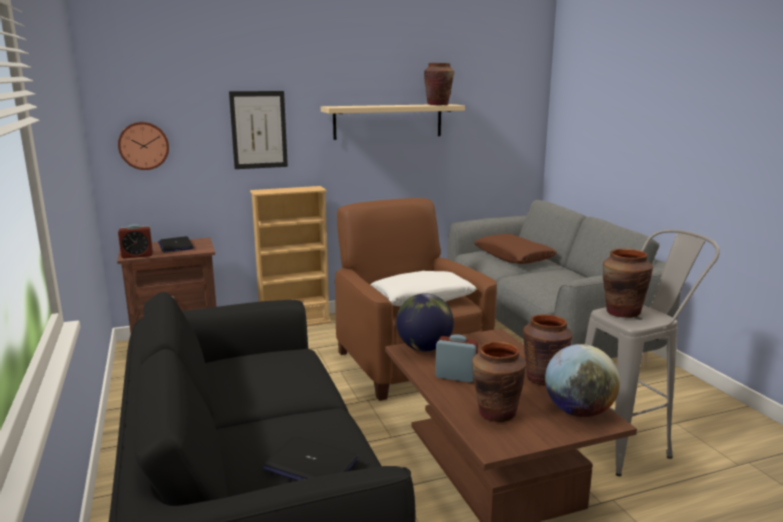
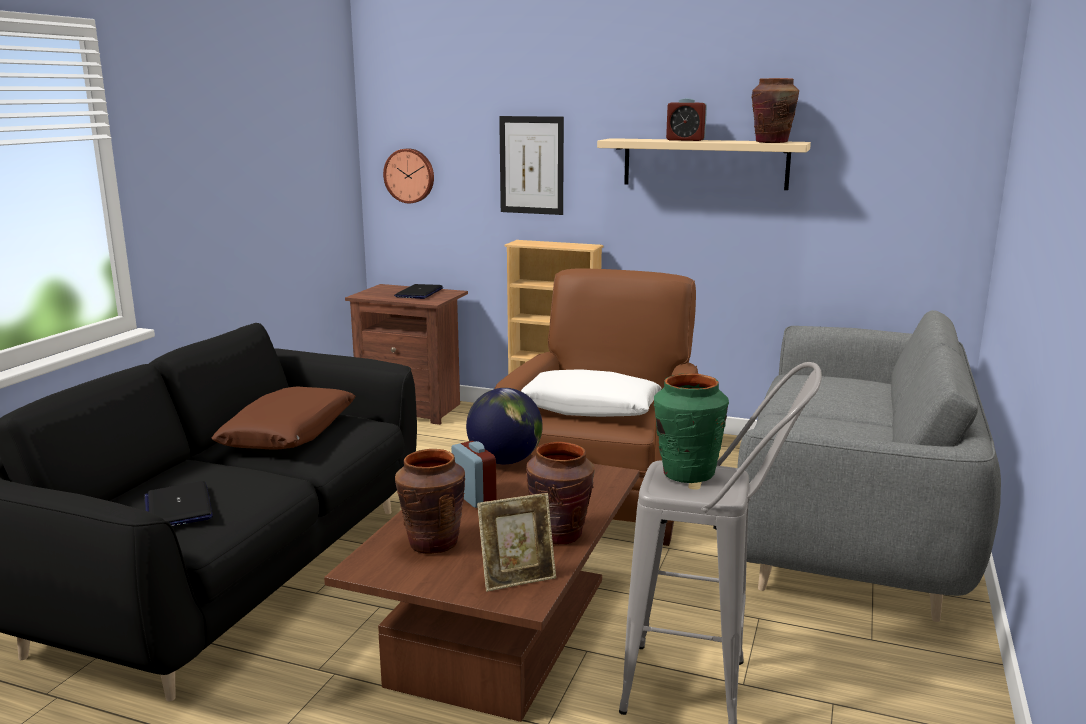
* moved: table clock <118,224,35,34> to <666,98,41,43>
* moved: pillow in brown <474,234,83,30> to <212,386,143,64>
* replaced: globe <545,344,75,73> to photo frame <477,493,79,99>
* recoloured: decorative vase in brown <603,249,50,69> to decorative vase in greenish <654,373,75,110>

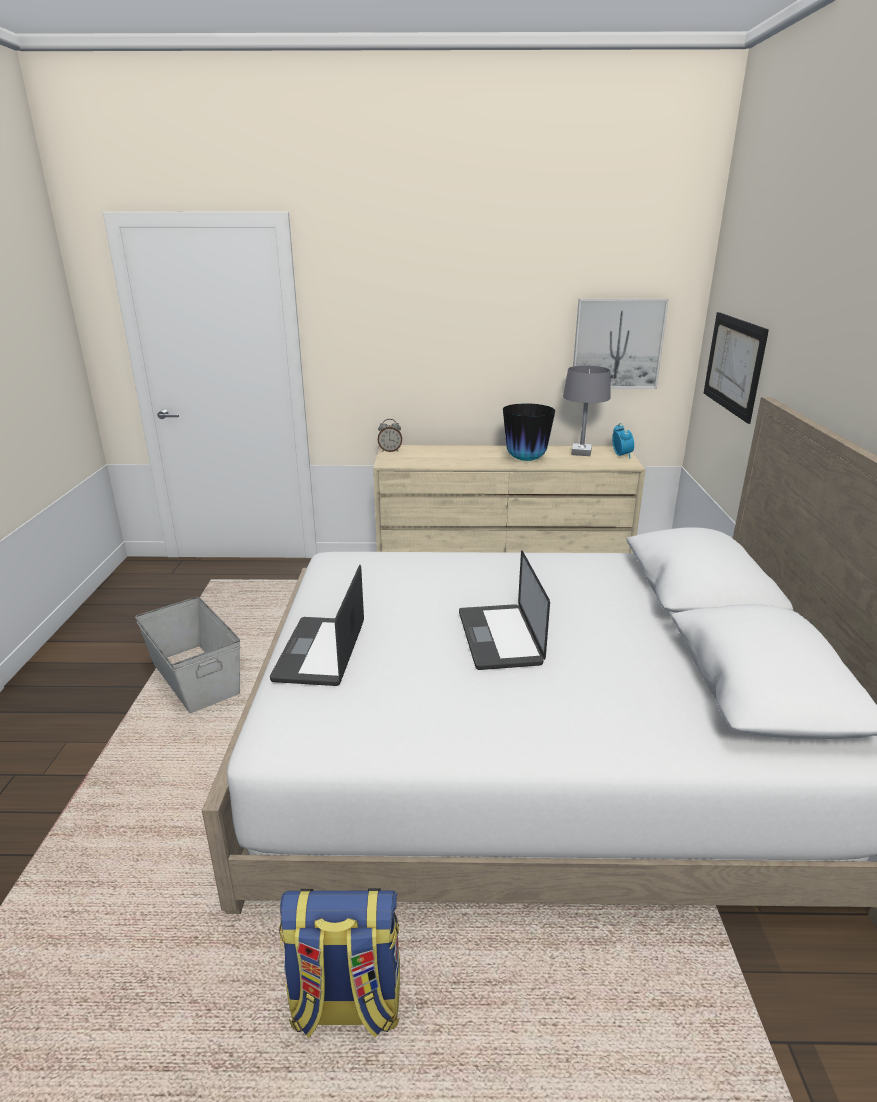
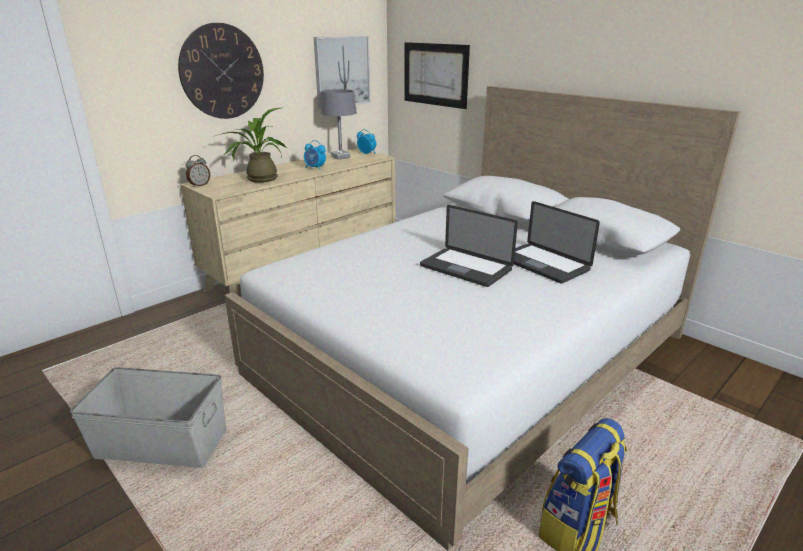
* added: wall clock <178,23,86,96>
* added: potted plant <216,108,71,75>
* moved: laptop <270,564,94,122> to <514,201,86,83>
* replaced: decorative vase <503,403,52,58> to table clock <304,140,22,30>

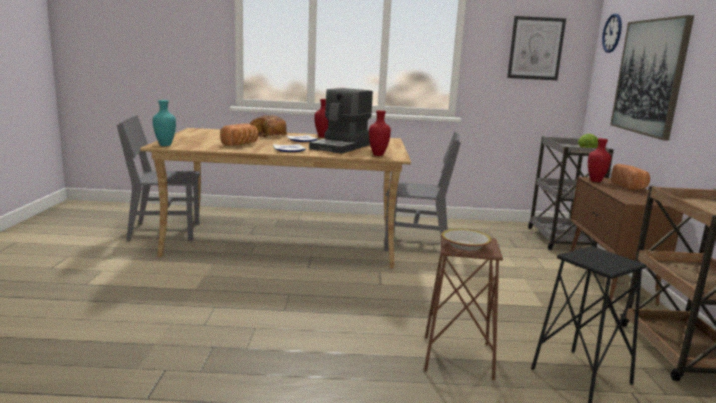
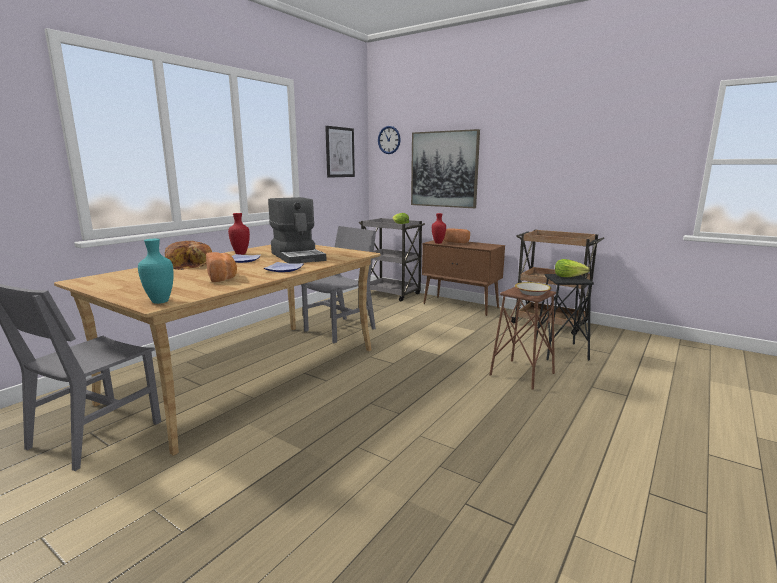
* removed: decorative vase in reddish <369,110,22,46>
* added: head of lettuce <555,259,35,18>

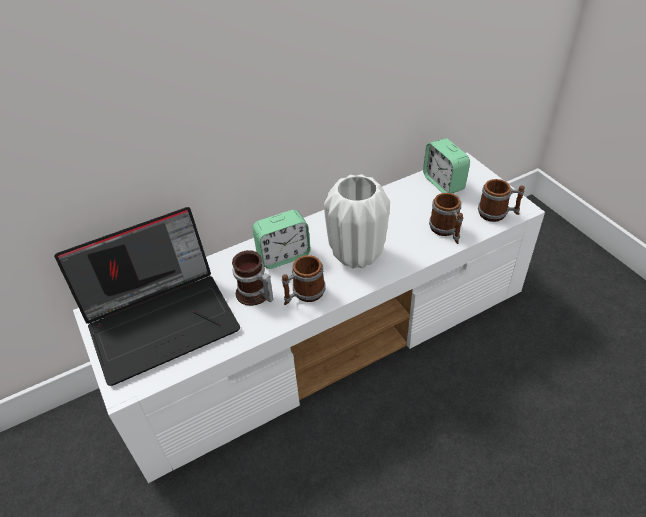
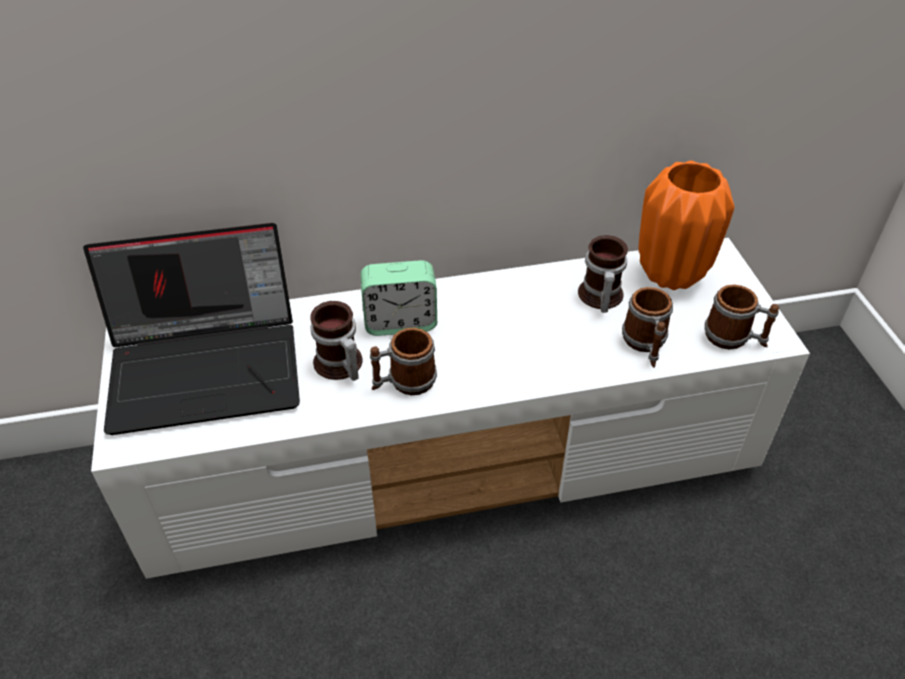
* removed: decorative vase in white-coloured <324,174,66,94>
* added: mug <578,235,50,78>
* replaced: table clock <423,138,47,55> to decorative vase in orange-coloured <638,161,97,129>

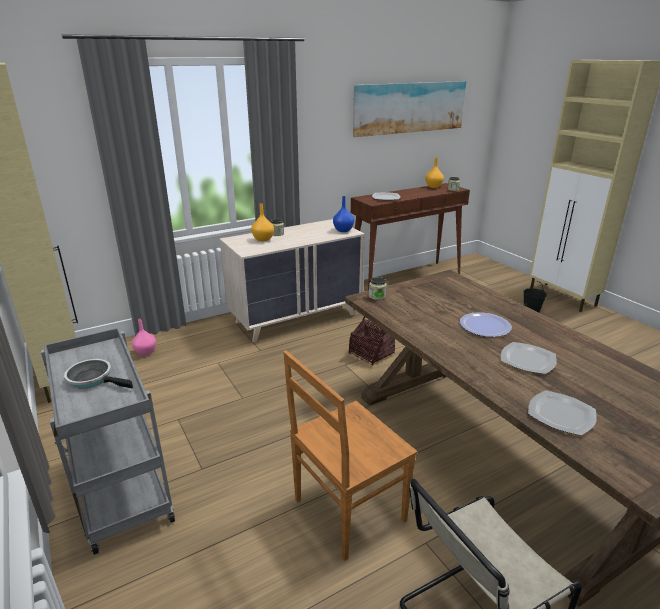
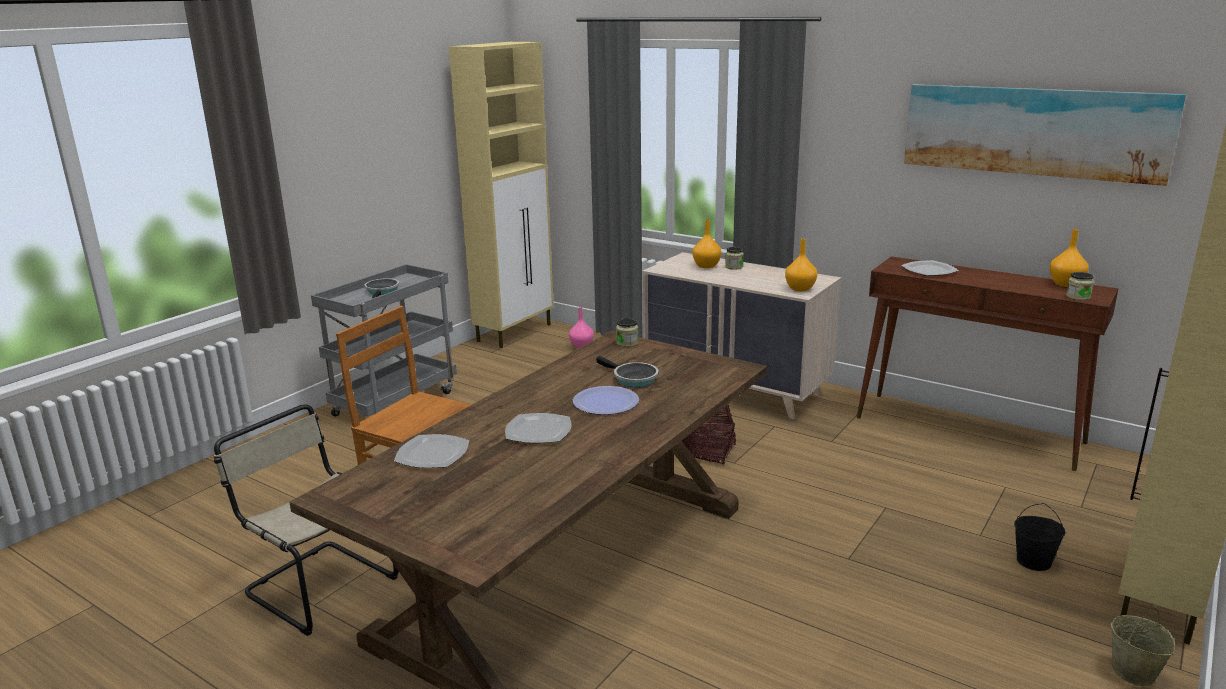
* added: frying pan <596,356,62,32>
* added: bucket in sand-coloured <1111,606,64,80>
* recoloured: decorative vase in bluish <333,196,21,36> to decorative vase in orange-coloured <785,239,32,52>

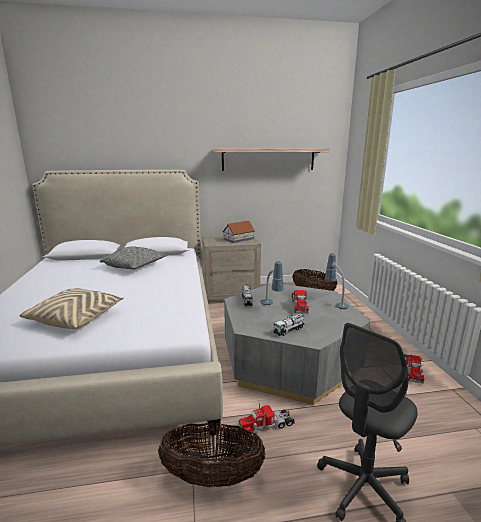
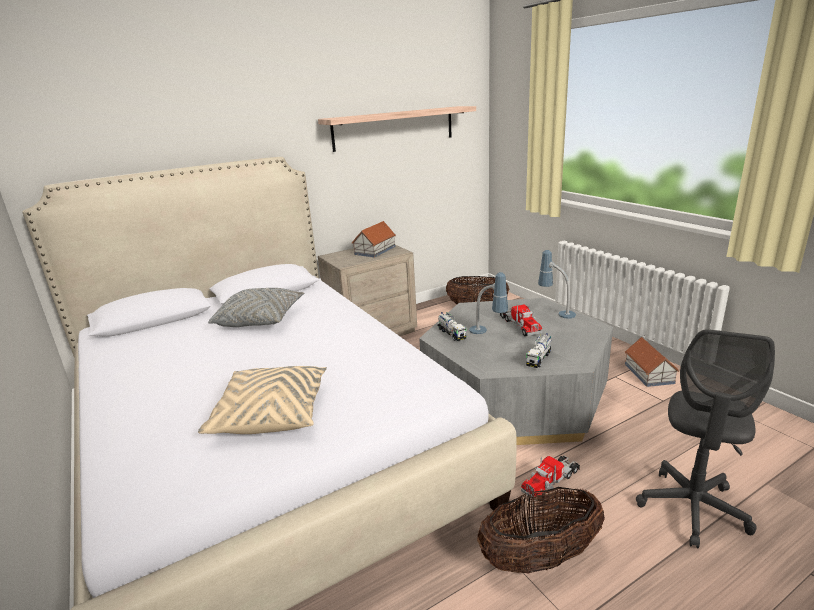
* replaced: model truck <404,354,20,30> to model house <625,337,55,50>

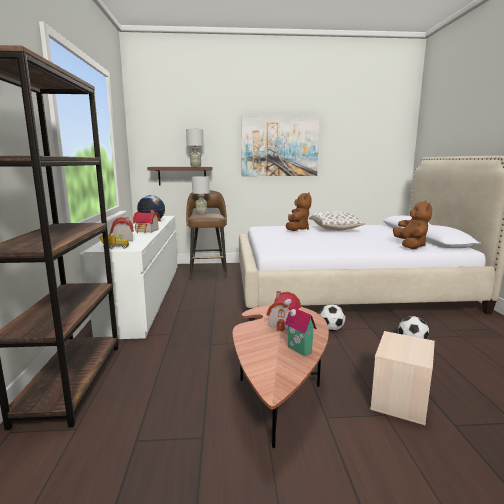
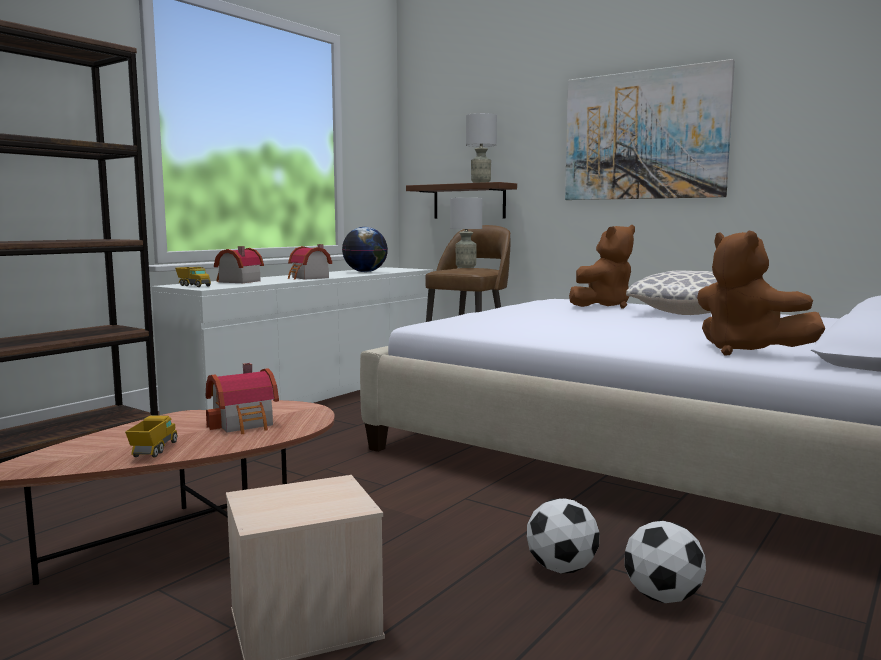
* moved: ball for football <319,304,27,27> to <624,521,82,82>
* replaced: model house <284,299,33,57> to model truck <125,415,53,42>
* turned: plush toy in brown <393,200,39,49> = <697,231,128,125> 105 degrees clockwise

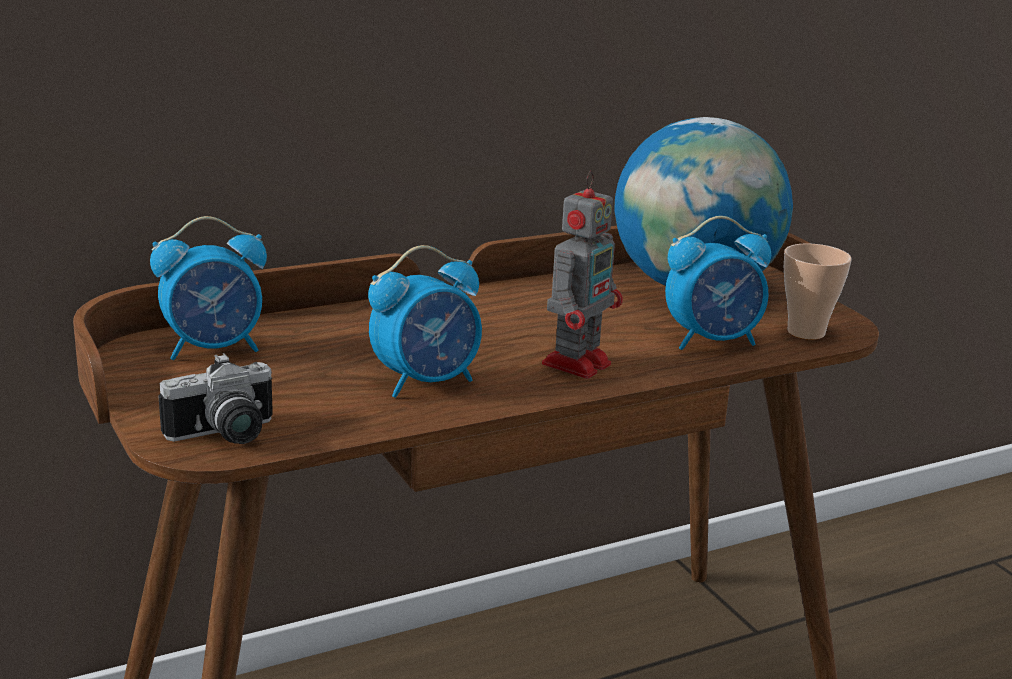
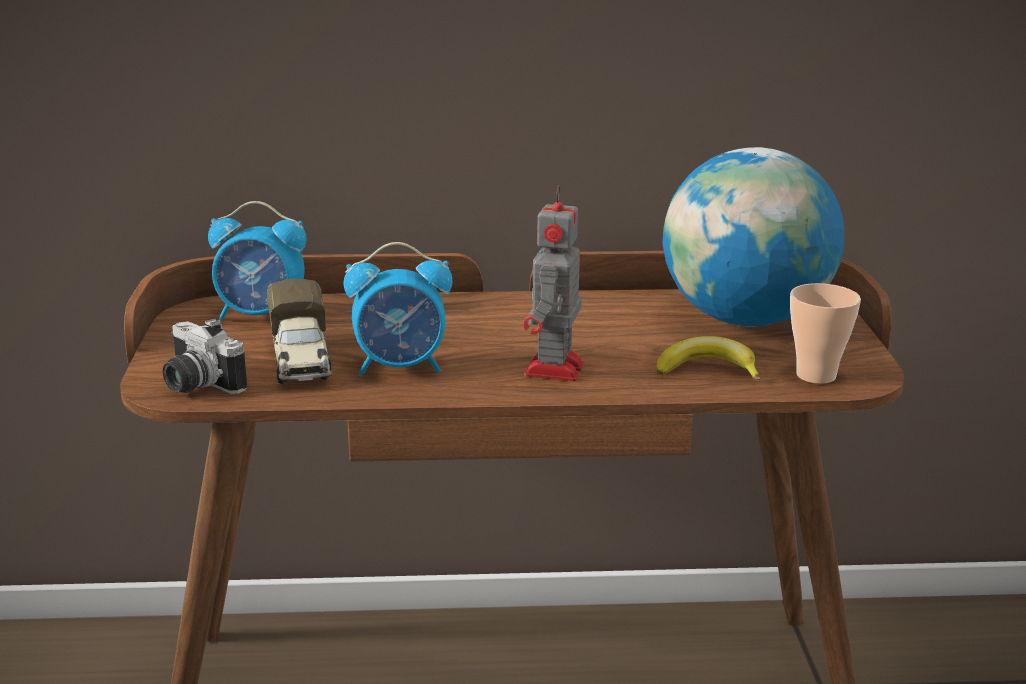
* added: model truck <267,278,65,106>
* replaced: table clock <665,216,106,134> to whole banana <656,336,104,45>
* turned: photo camera <158,353,115,91> = <163,318,84,76> 45 degrees clockwise
* turned: model robot <542,171,81,208> = <523,185,61,197> 135 degrees clockwise

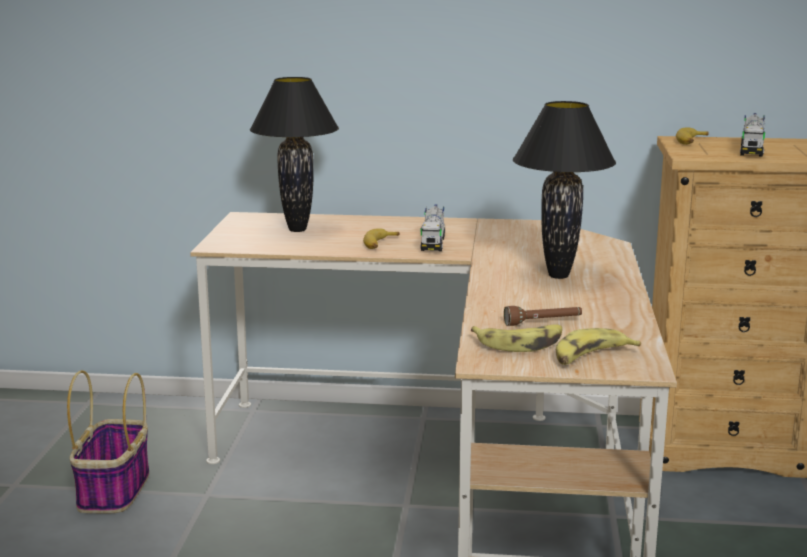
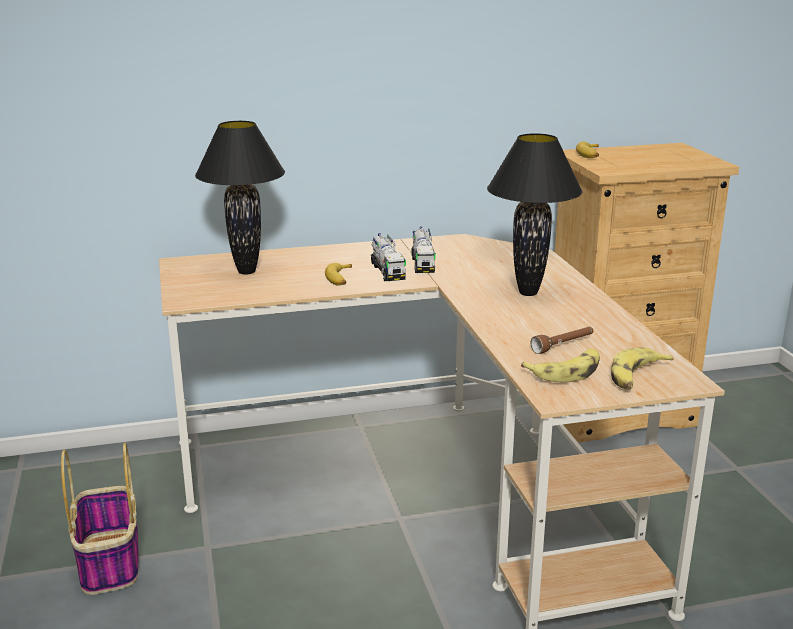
* moved: model truck <740,113,25,44> to <411,227,25,46>

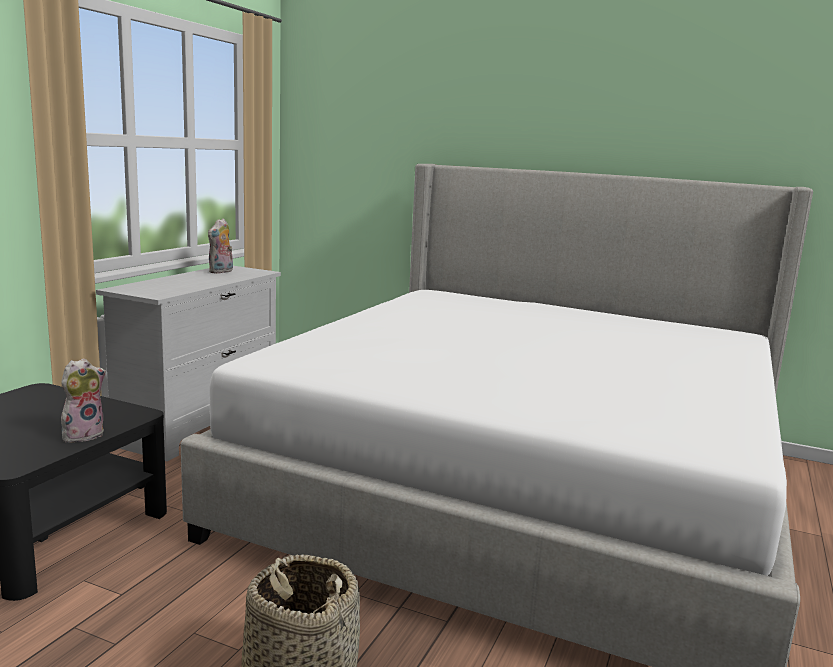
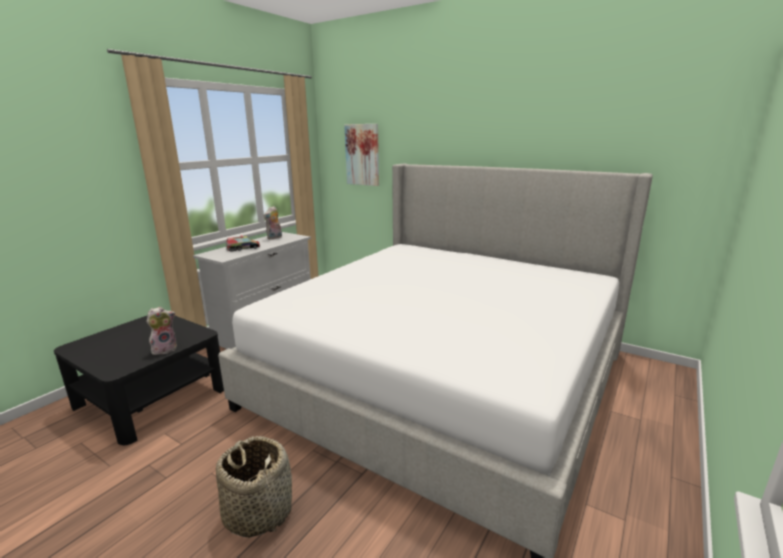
* added: model truck <226,235,34,17>
* added: wall art <344,124,35,62>

